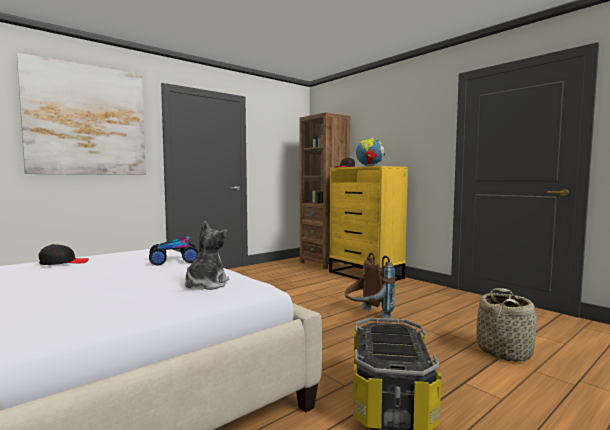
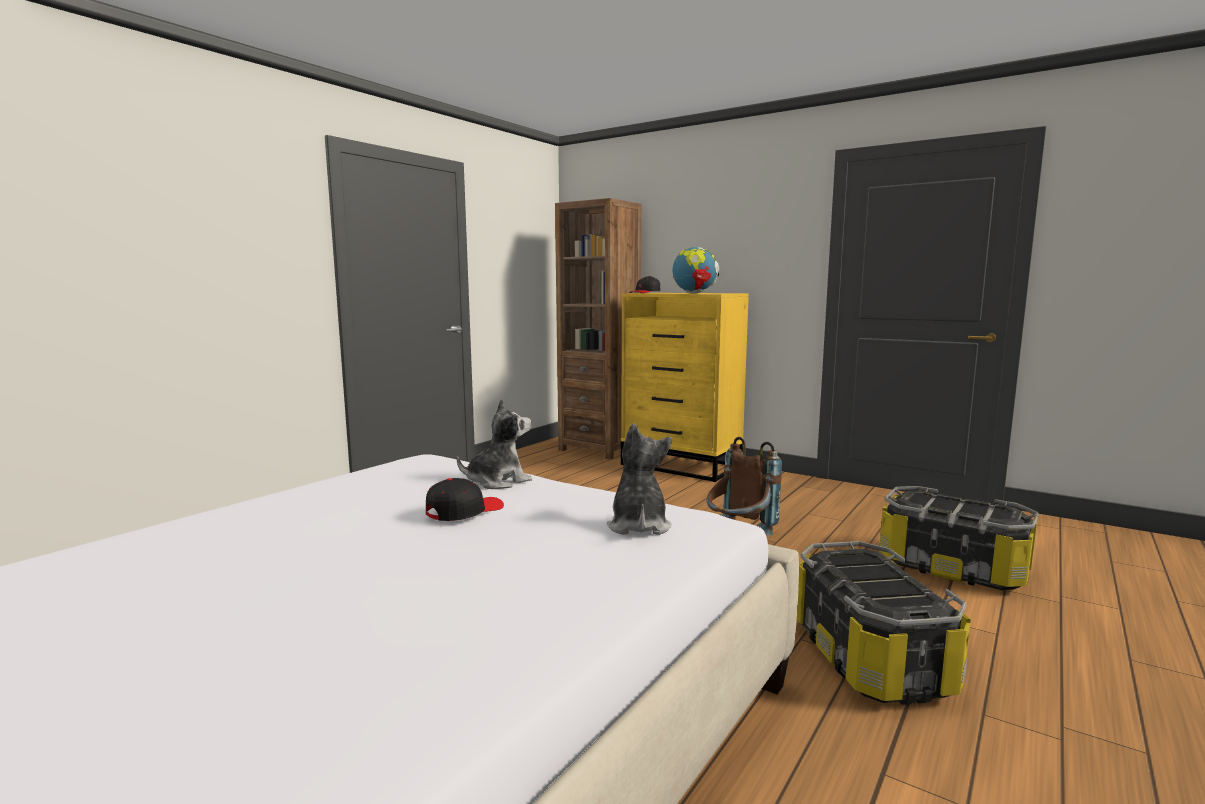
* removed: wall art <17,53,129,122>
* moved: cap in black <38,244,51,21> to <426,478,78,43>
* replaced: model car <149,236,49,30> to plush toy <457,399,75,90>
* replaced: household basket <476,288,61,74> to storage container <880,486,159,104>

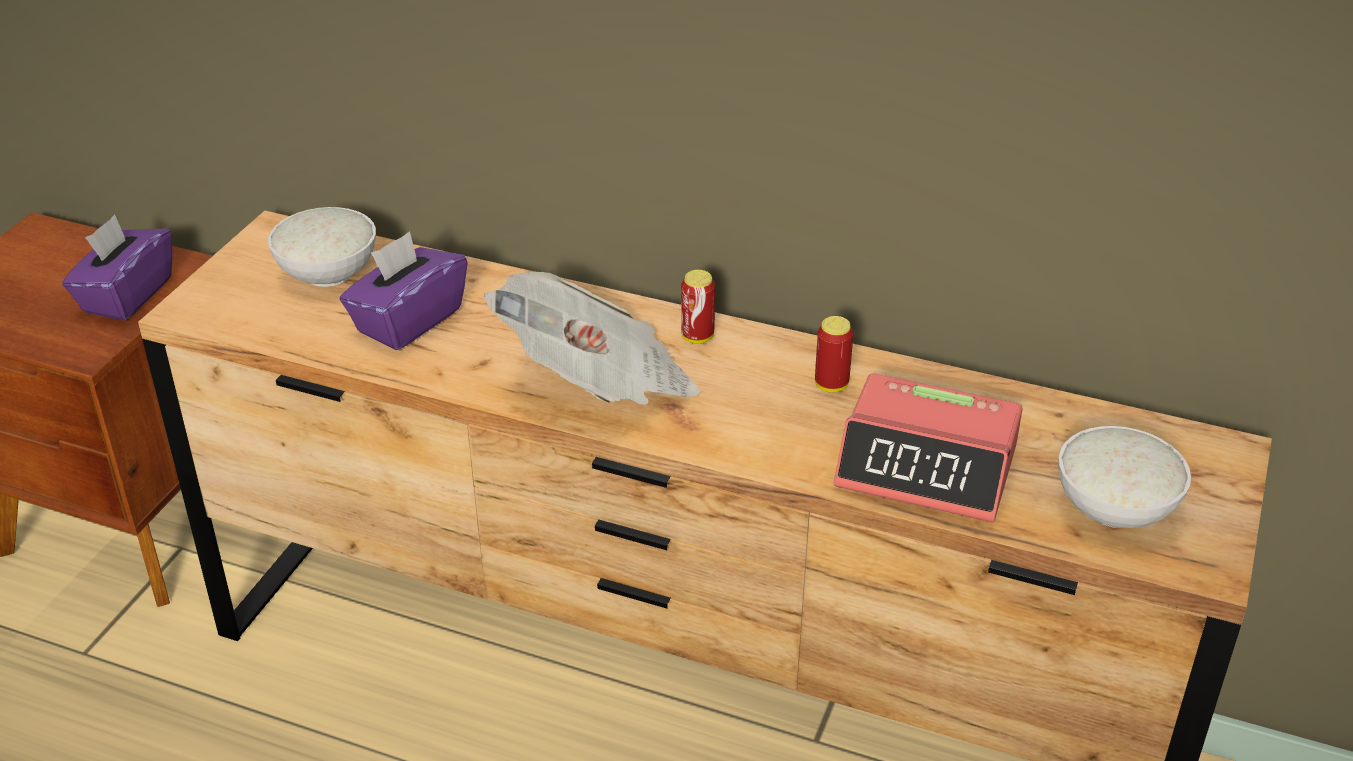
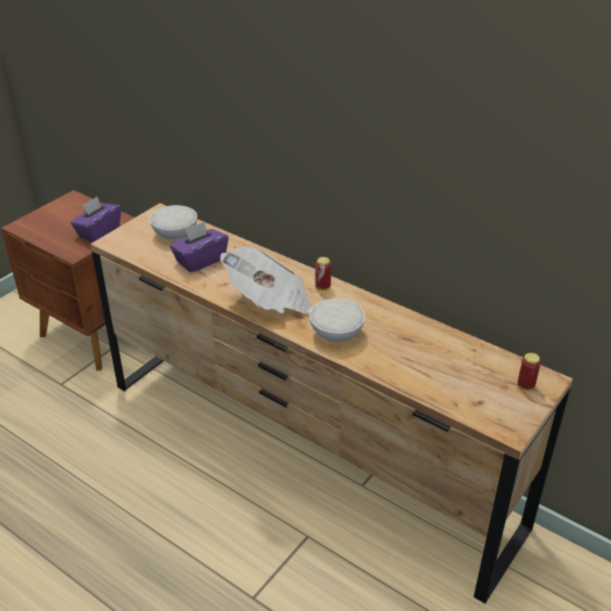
* removed: table clock <834,373,189,149>
* moved: sealed can <815,316,38,77> to <517,353,24,38>
* moved: bowl in white-coloured <1058,426,133,102> to <310,299,55,43>

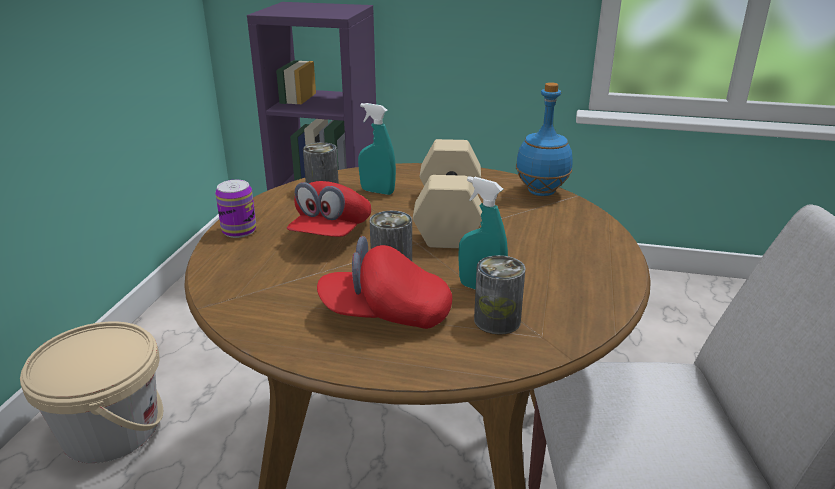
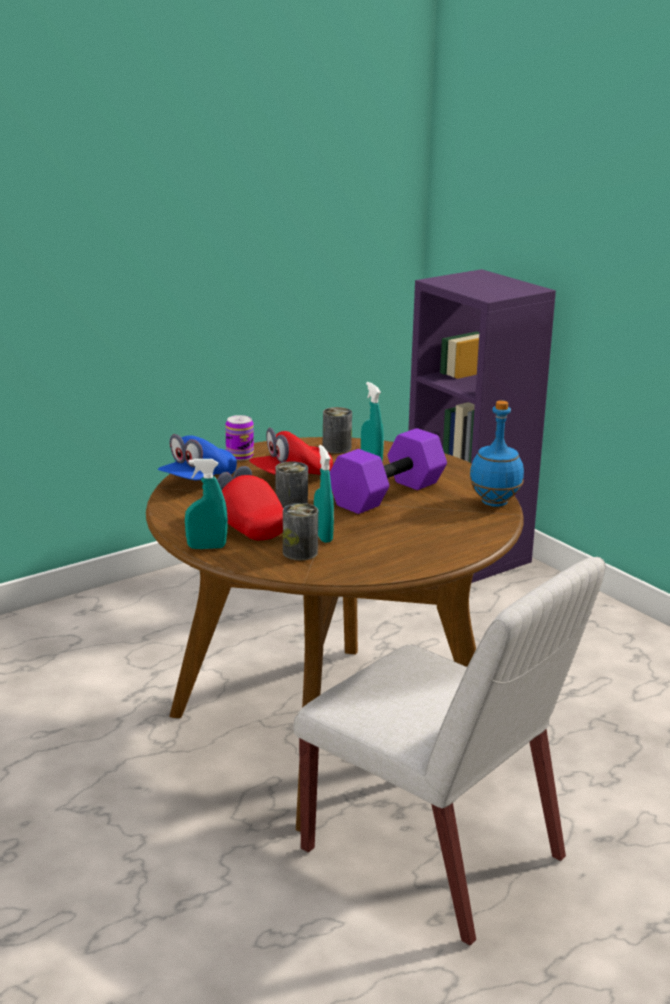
* removed: bucket in sand-coloured <20,322,143,141>
* added: cap in bluish <158,434,79,46>
* added: sprayer in blue-green <185,459,43,90>
* recoloured: dumbbell in sand-coloured <413,139,69,109> to dumbbell in purple-coloured <330,428,117,86>

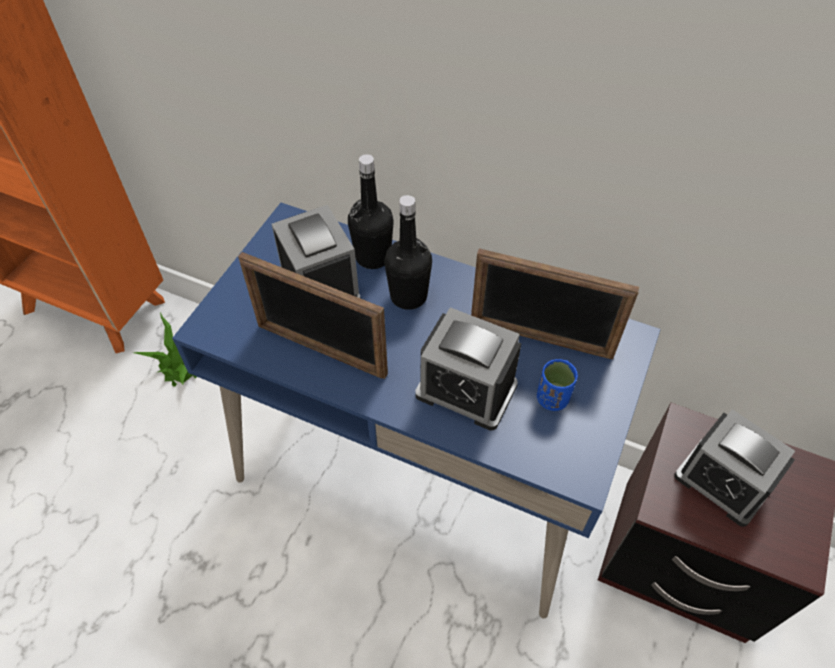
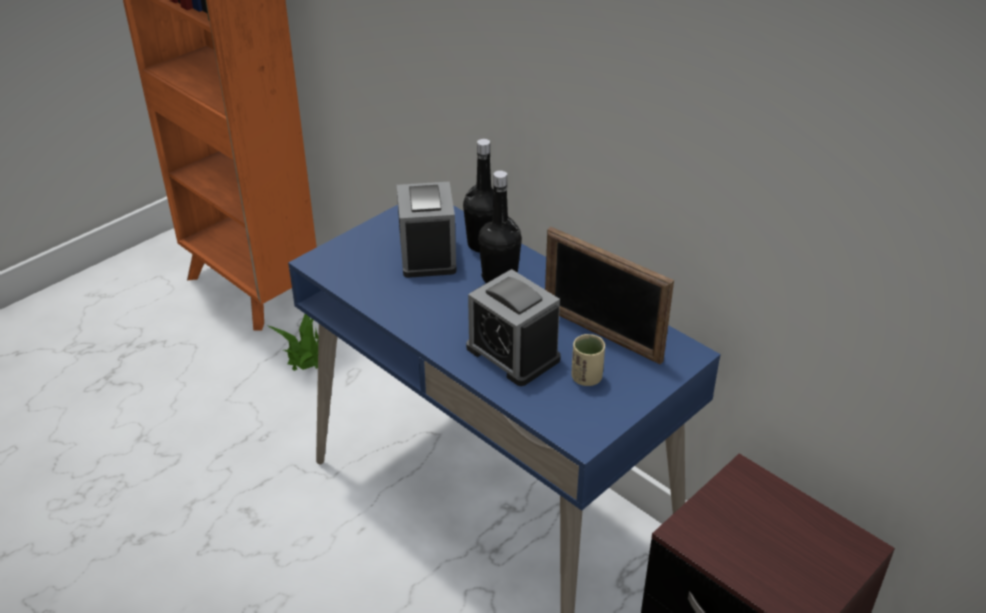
* removed: photo frame <238,252,150,127>
* removed: table clock <675,409,120,118>
* recoloured: small cup in bluish <537,359,41,52> to small cup in sand-coloured <572,334,33,52>

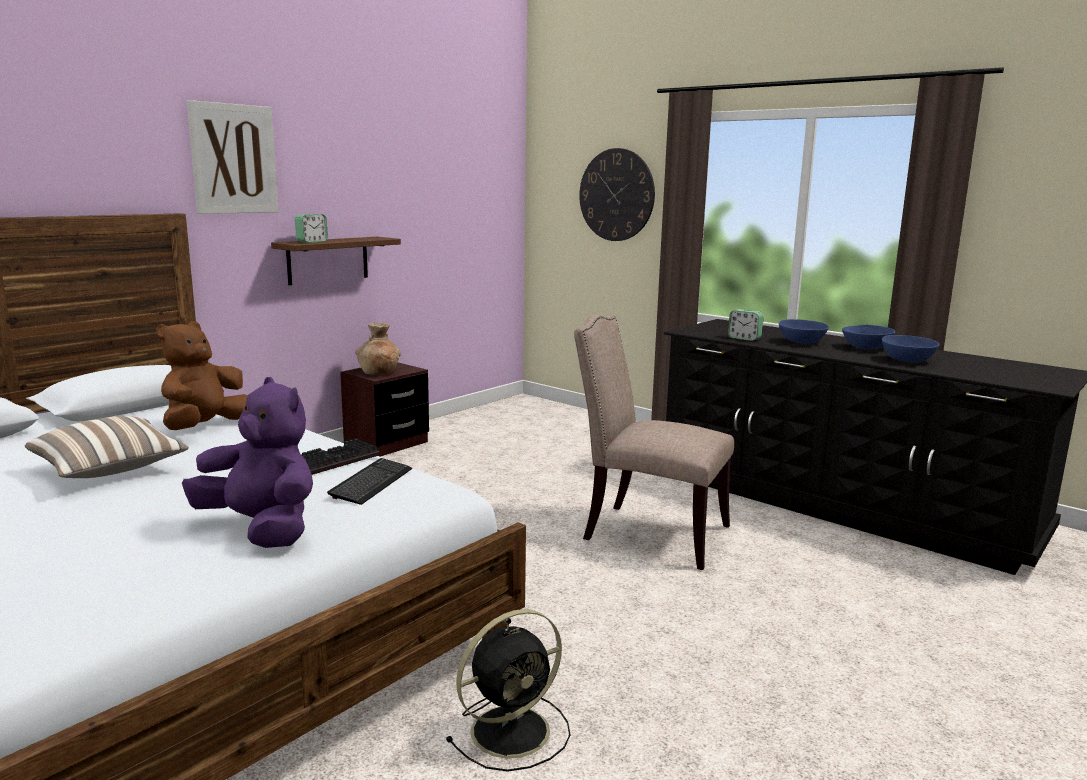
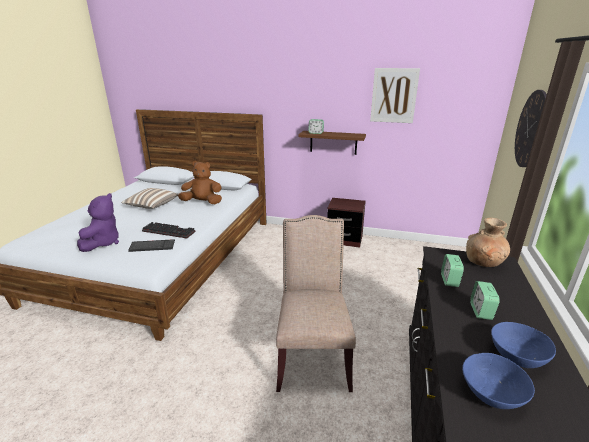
* removed: electric fan in black <446,609,124,162>
* moved: wall art <187,100,91,114> to <370,68,50,55>
* moved: decorative vase in brown <355,323,46,52> to <466,218,44,49>
* replaced: bowl in bluish <779,319,50,25> to table clock <470,281,30,39>

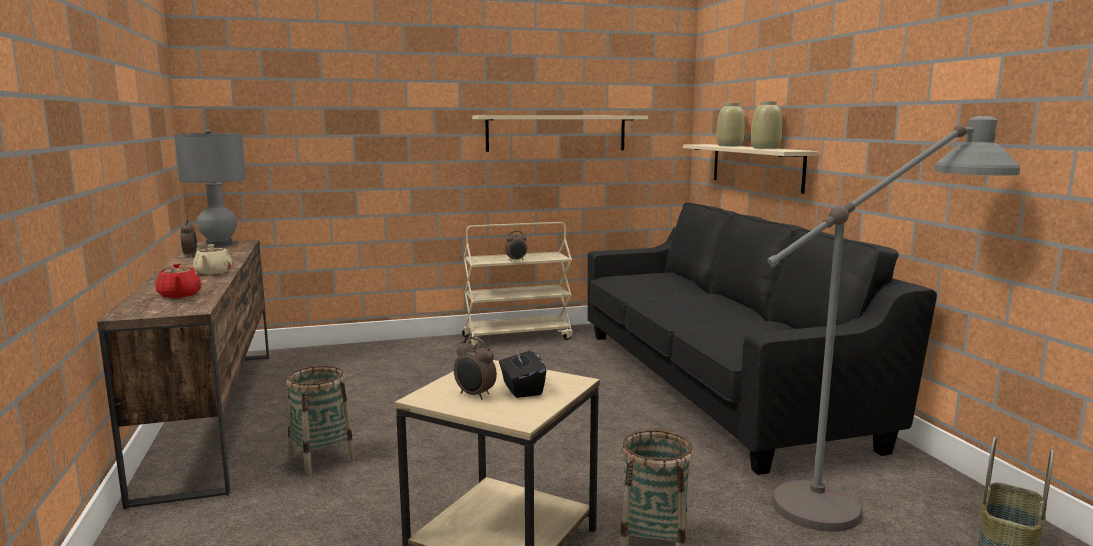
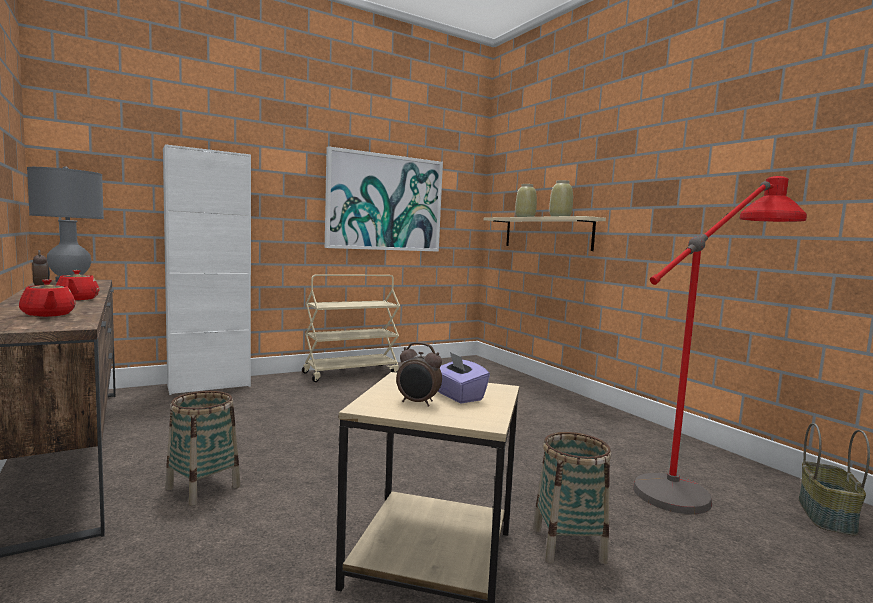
* removed: table clock <505,231,22,30>
* removed: settee in black <587,202,350,273>
* added: cabinet in white-coloured <163,144,88,251>
* replaced: wall shelf in sand-coloured <472,115,176,37> to wall art <325,146,118,106>
* recoloured: tea pot in sand-coloured <193,244,39,30> to tea pot in reddish <56,270,44,30>
* recoloured: tissue box in black <499,347,47,51> to tissue box in purple-coloured <438,352,52,51>
* recoloured: standard lamp in greyish <767,116,253,416> to standard lamp in reddish <633,176,174,338>

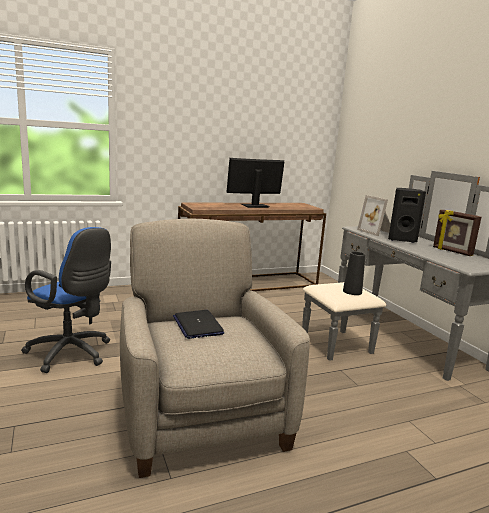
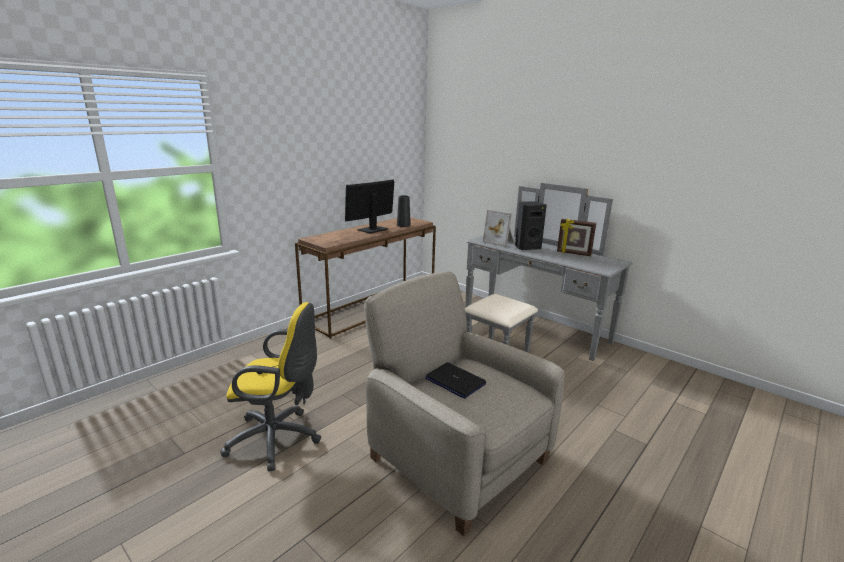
* moved: decorative vase in black <343,251,22,44> to <397,195,14,32>
* recoloured: computer chair in bluish <21,227,90,146> to computer chair in yellow <220,302,101,169>

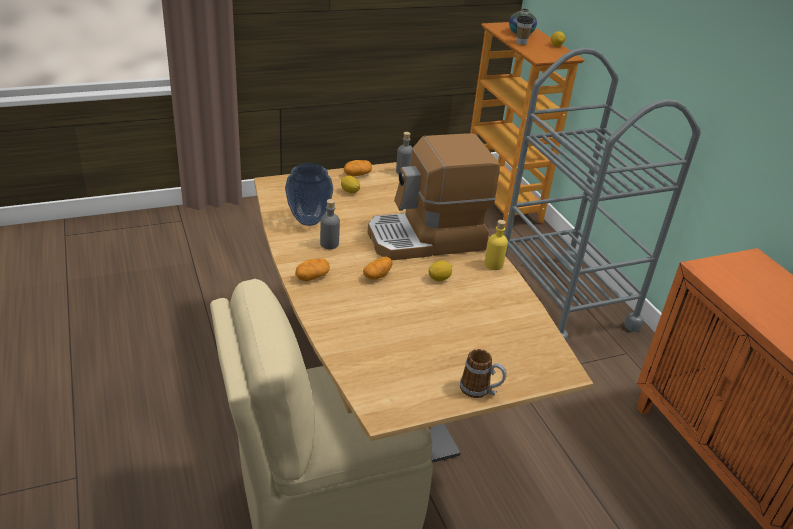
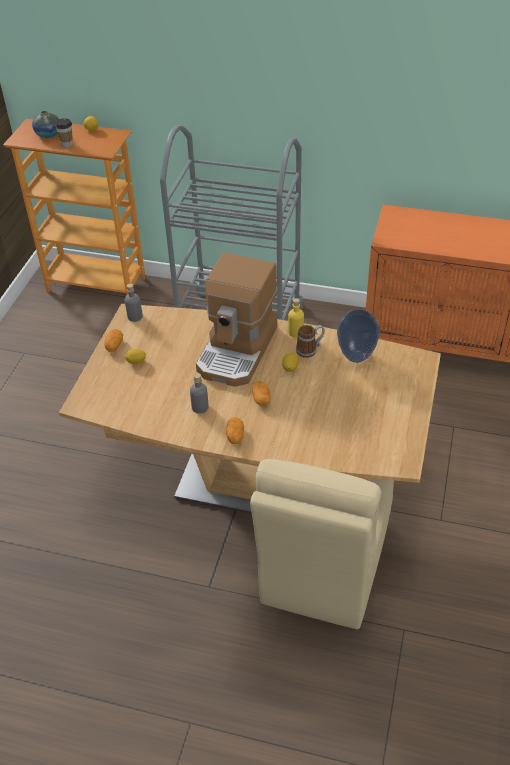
* moved: decorative vase <285,163,48,63> to <337,309,43,54>
* moved: mug <460,349,47,49> to <296,325,29,33>

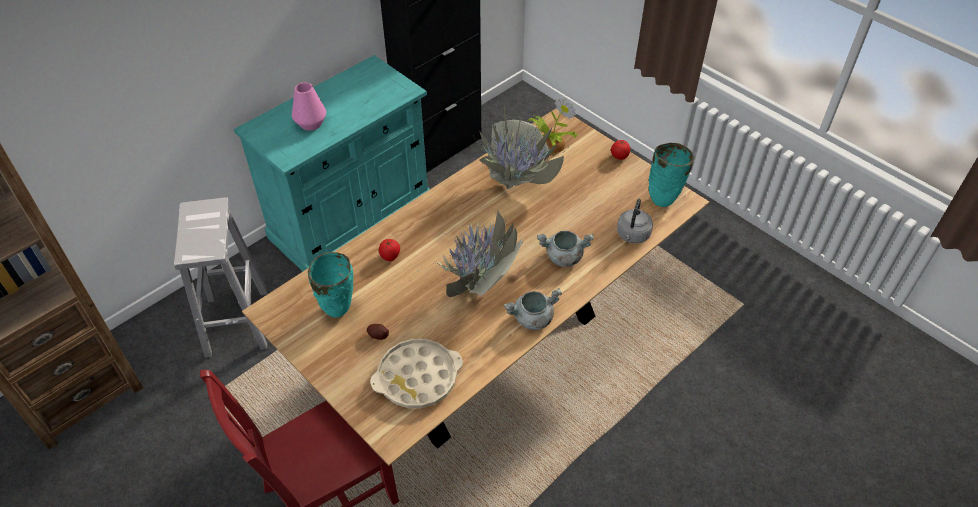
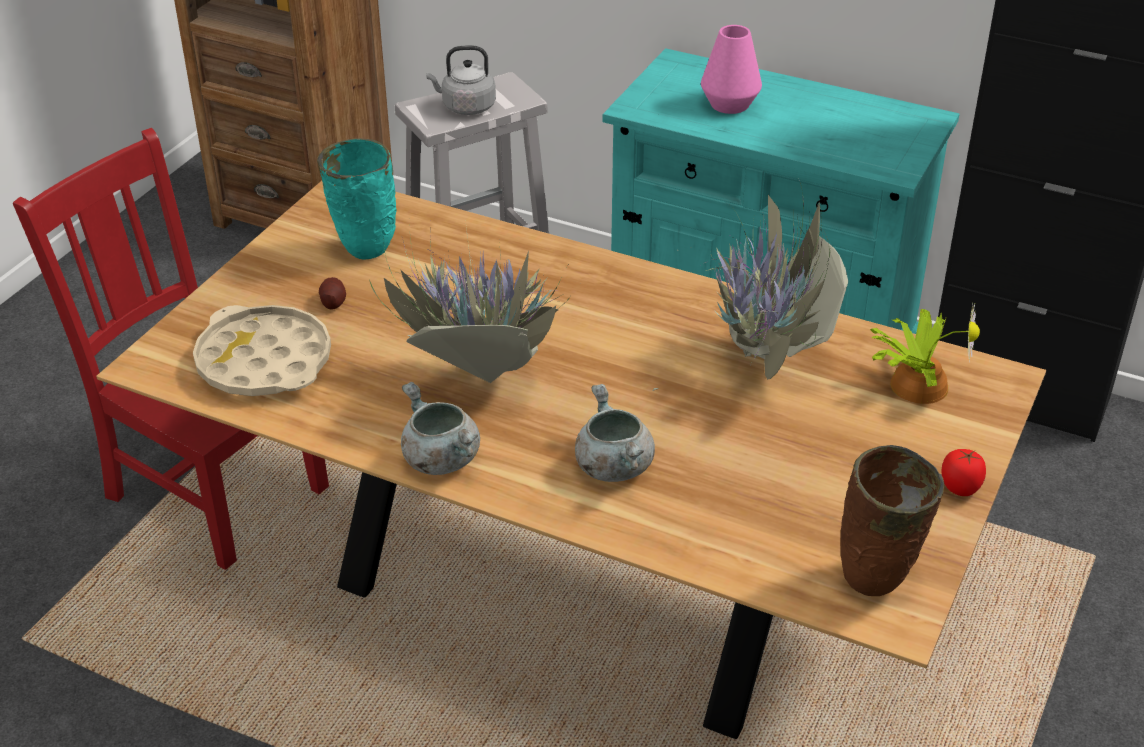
* removed: fresh tomato <379,239,21,22>
* moved: water kettle in greyish <617,199,36,45> to <426,45,70,70>
* recoloured: decorative vase in blue-green <649,142,46,65> to decorative vase in brown <840,445,104,151>

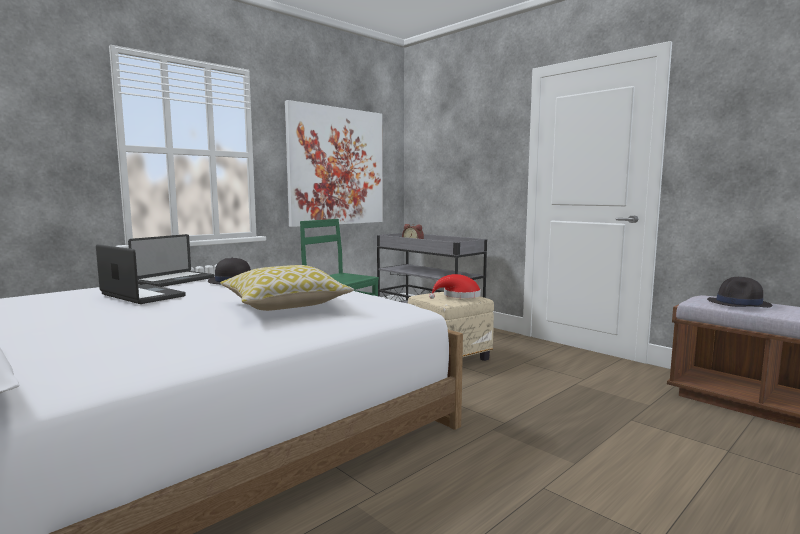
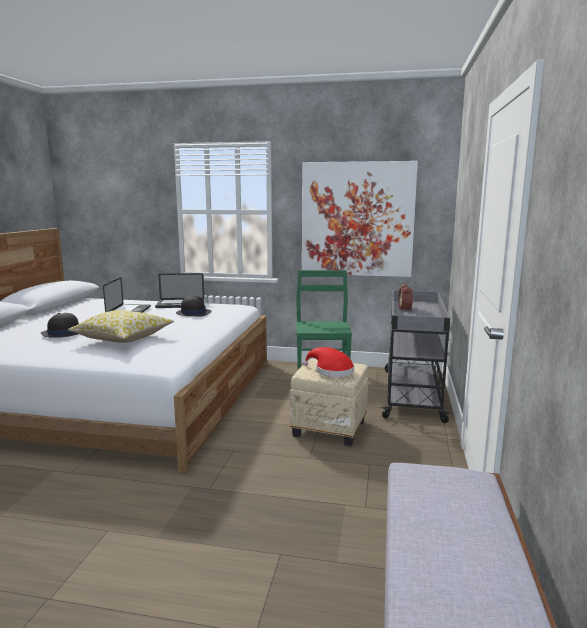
* moved: clothing hat in black <707,277,65,31> to <41,313,38,25>

